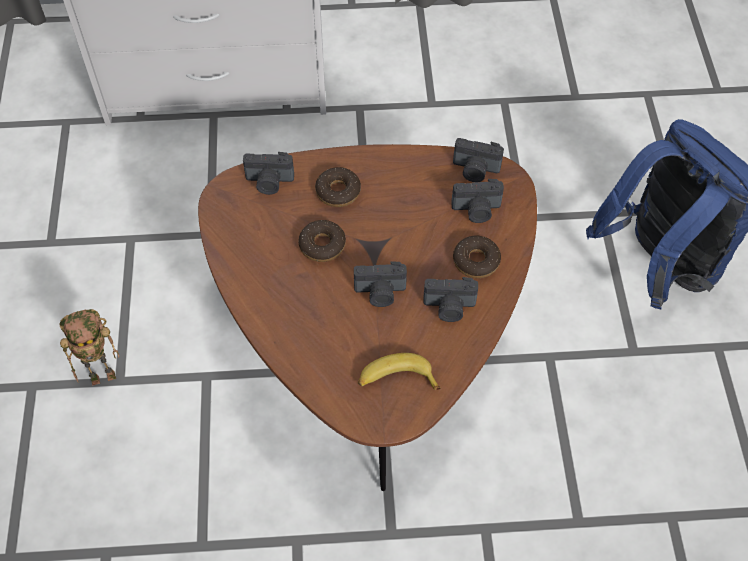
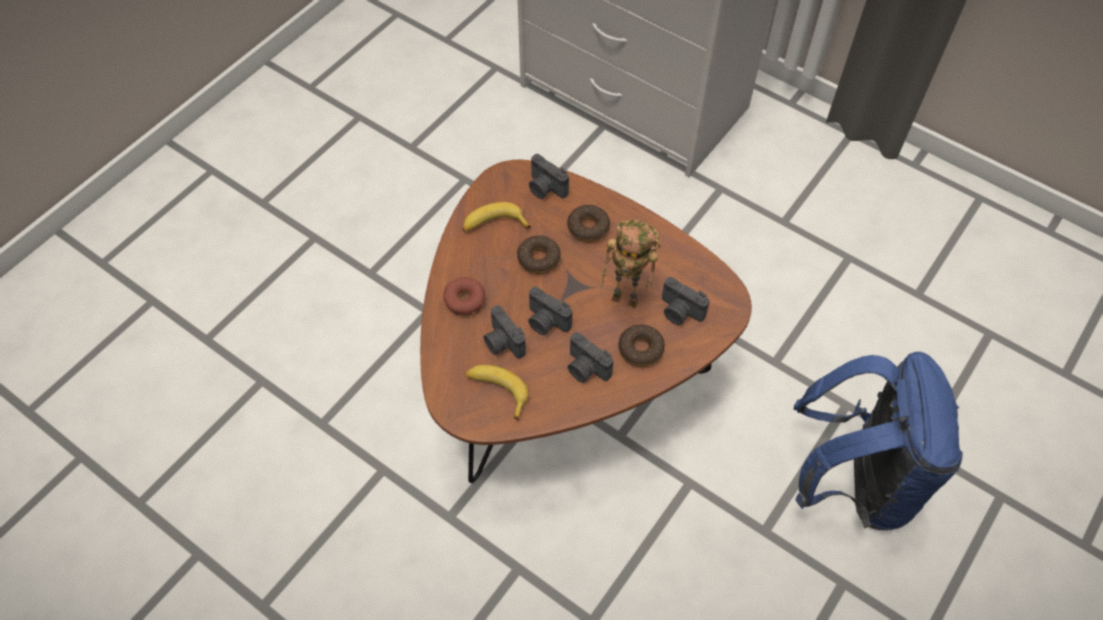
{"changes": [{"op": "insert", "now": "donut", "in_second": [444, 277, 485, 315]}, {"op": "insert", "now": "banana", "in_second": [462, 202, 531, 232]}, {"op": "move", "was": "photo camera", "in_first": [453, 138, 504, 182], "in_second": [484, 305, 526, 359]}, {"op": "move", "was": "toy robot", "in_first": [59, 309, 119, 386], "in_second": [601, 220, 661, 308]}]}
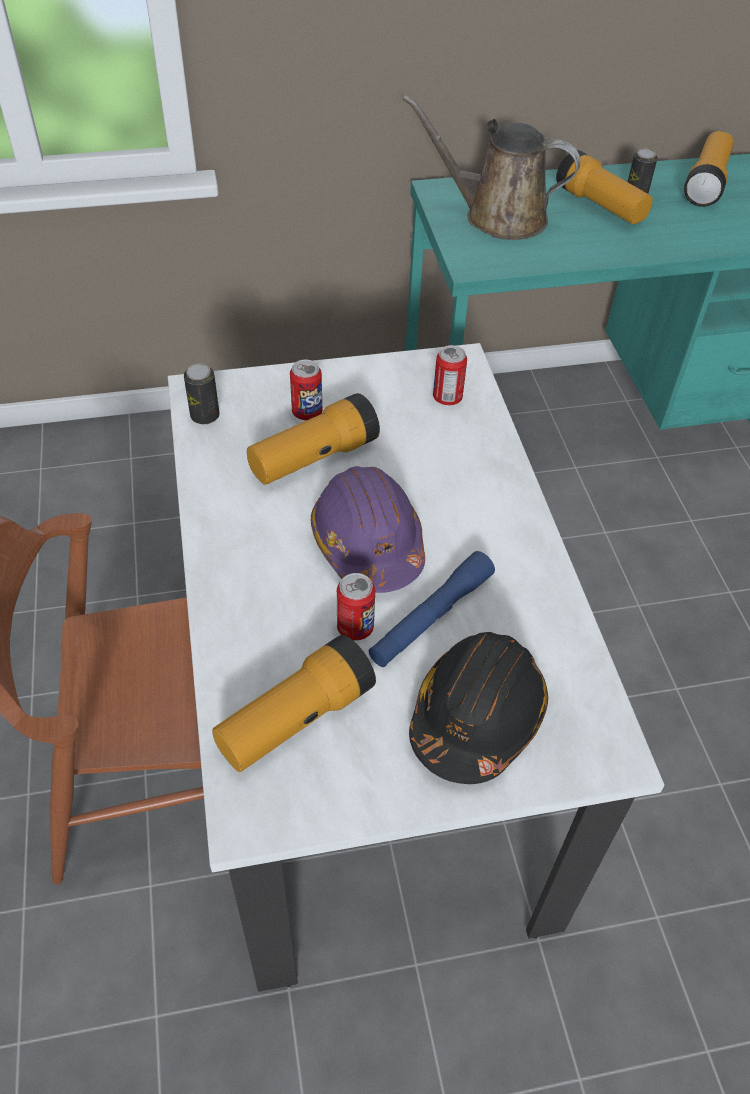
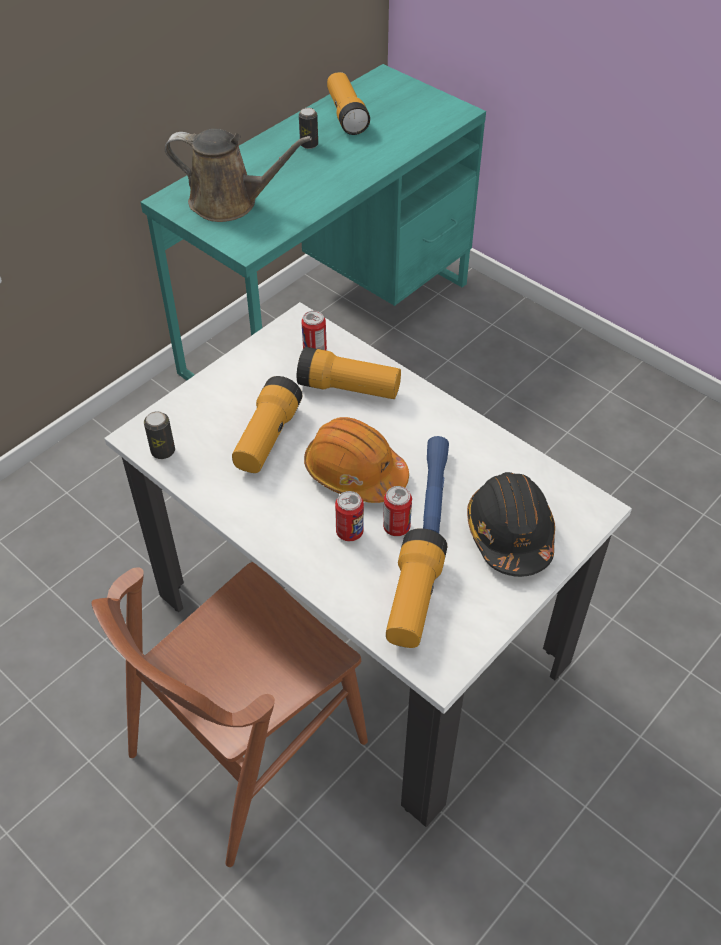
{"changes": [{"op": "rotate", "was": "brown watering can", "in_first": [403, 95, 580, 240], "in_second": [165, 129, 312, 222], "clockwise": -150}, {"op": "move", "was": "flashlight", "in_first": [556, 150, 653, 224], "in_second": [297, 347, 401, 399]}, {"op": "recolor", "was": "purple hard hat", "now": "orange hard hat", "in_first": [311, 466, 425, 593], "in_second": [304, 417, 409, 503]}, {"op": "move", "was": "can", "in_first": [290, 360, 322, 420], "in_second": [335, 491, 364, 541]}]}
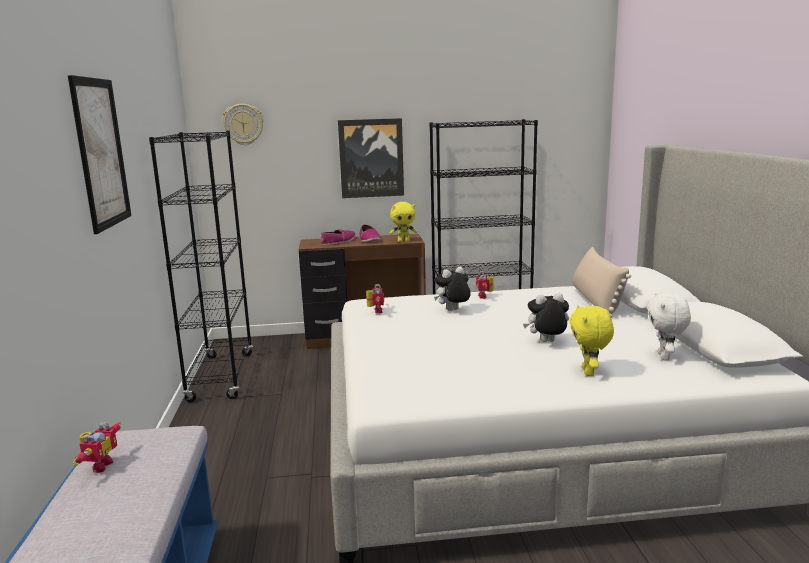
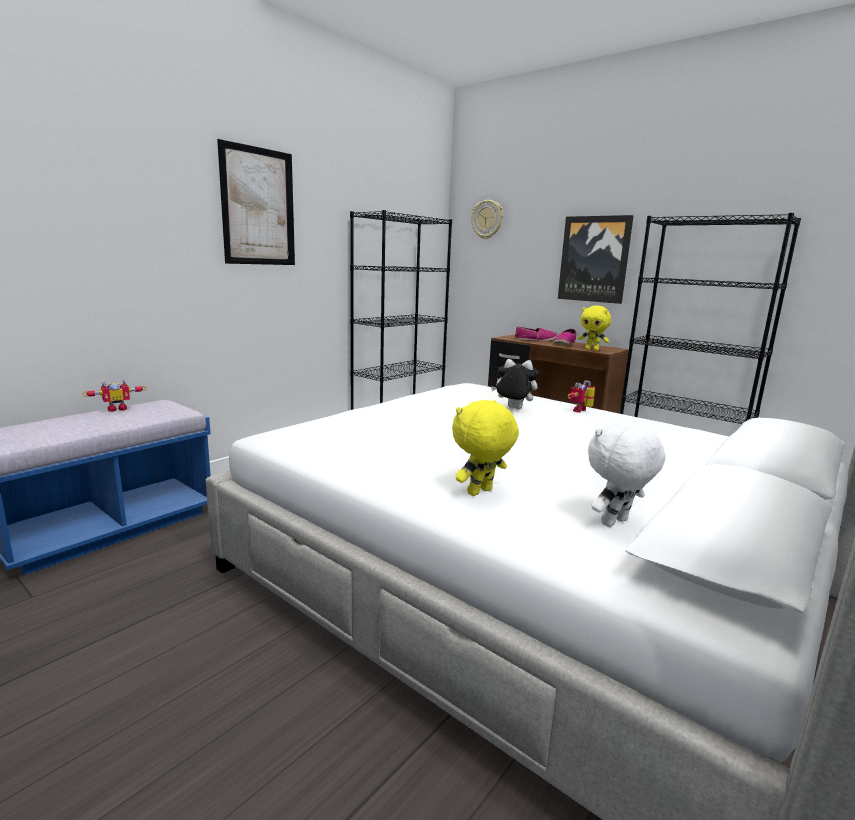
{"changes": [{"op": "delete", "was": "toy robot", "in_first": [366, 284, 384, 314]}, {"op": "delete", "was": "plush toy", "in_first": [523, 293, 569, 342]}, {"op": "delete", "was": "beige pillow", "in_first": [572, 247, 631, 318]}]}
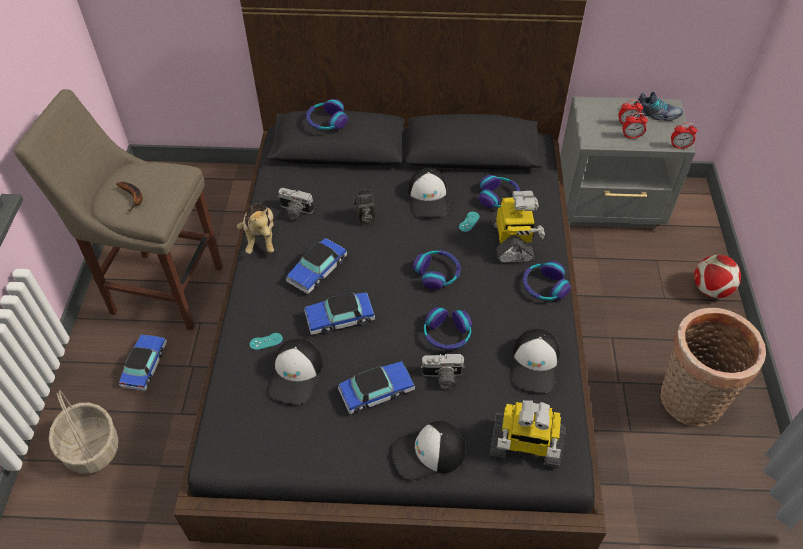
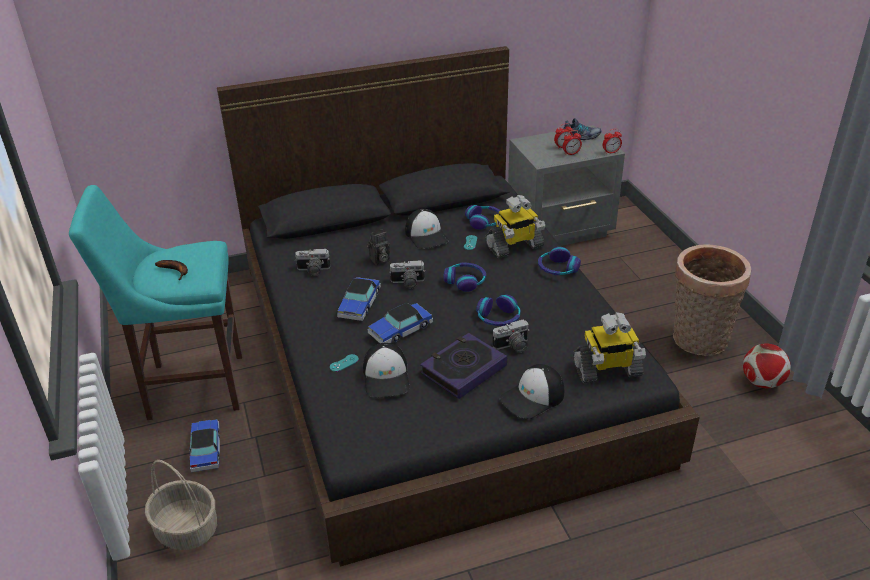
{"changes": [{"op": "recolor", "was": "beige stool", "now": "turquoise stool", "in_first": [14, 89, 223, 330], "in_second": [69, 185, 242, 420]}, {"op": "insert", "now": "photo camera", "in_second": [389, 260, 425, 289]}, {"op": "replace", "was": "toy car", "now": "book", "in_first": [338, 361, 415, 414], "in_second": [420, 333, 507, 399]}, {"op": "rotate", "was": "toy robot", "in_first": [491, 191, 545, 263], "in_second": [485, 195, 545, 258], "clockwise": 90}, {"op": "move", "was": "football", "in_first": [694, 255, 741, 298], "in_second": [743, 343, 791, 388]}, {"op": "delete", "was": "plush toy", "in_first": [237, 203, 274, 254]}, {"op": "delete", "was": "headphones", "in_first": [306, 99, 348, 130]}, {"op": "delete", "was": "cap", "in_first": [510, 329, 560, 393]}]}
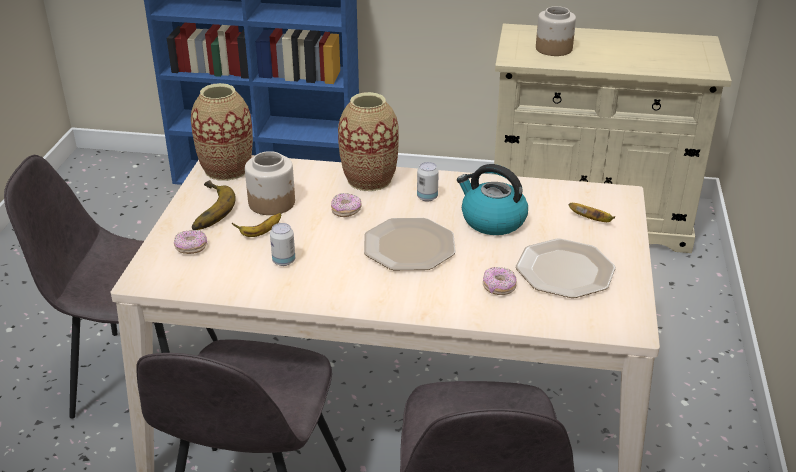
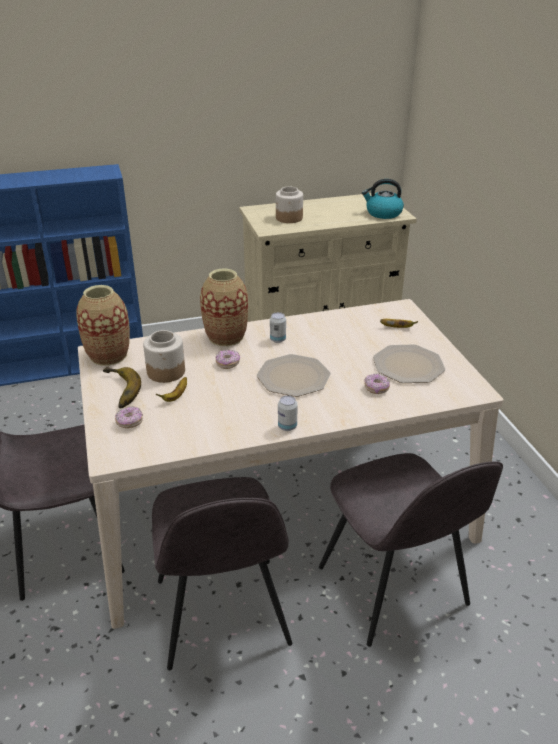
{"changes": [{"op": "move", "was": "can", "in_first": [270, 223, 295, 266], "in_second": [278, 395, 298, 431]}, {"op": "move", "was": "kettle", "in_first": [457, 164, 528, 235], "in_second": [362, 179, 404, 219]}]}
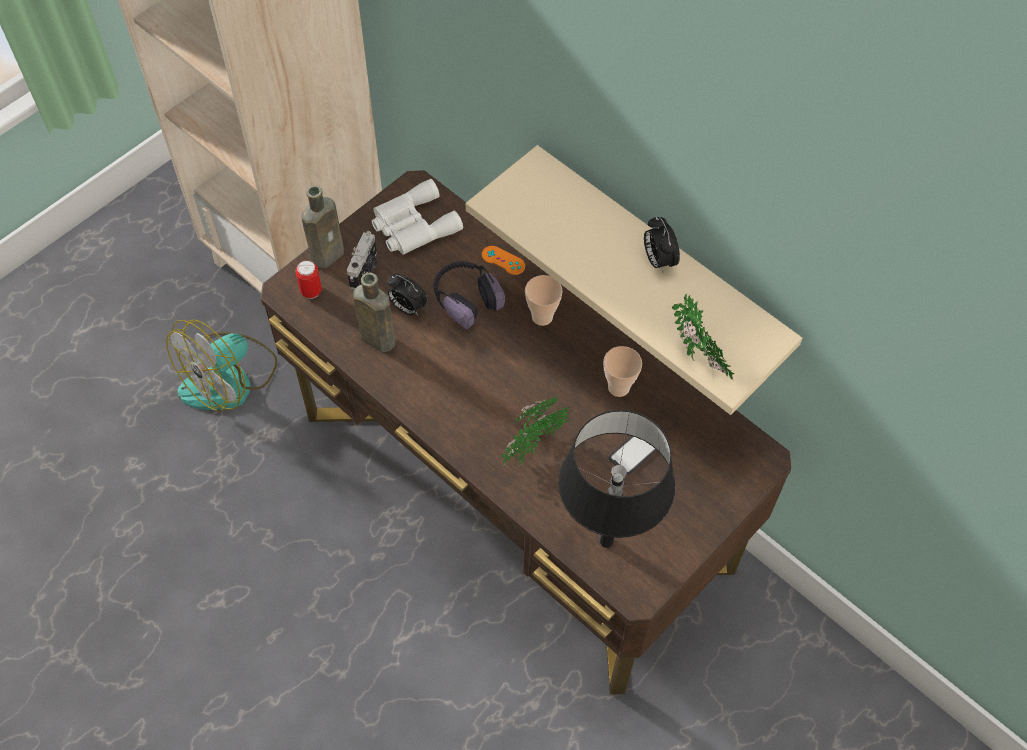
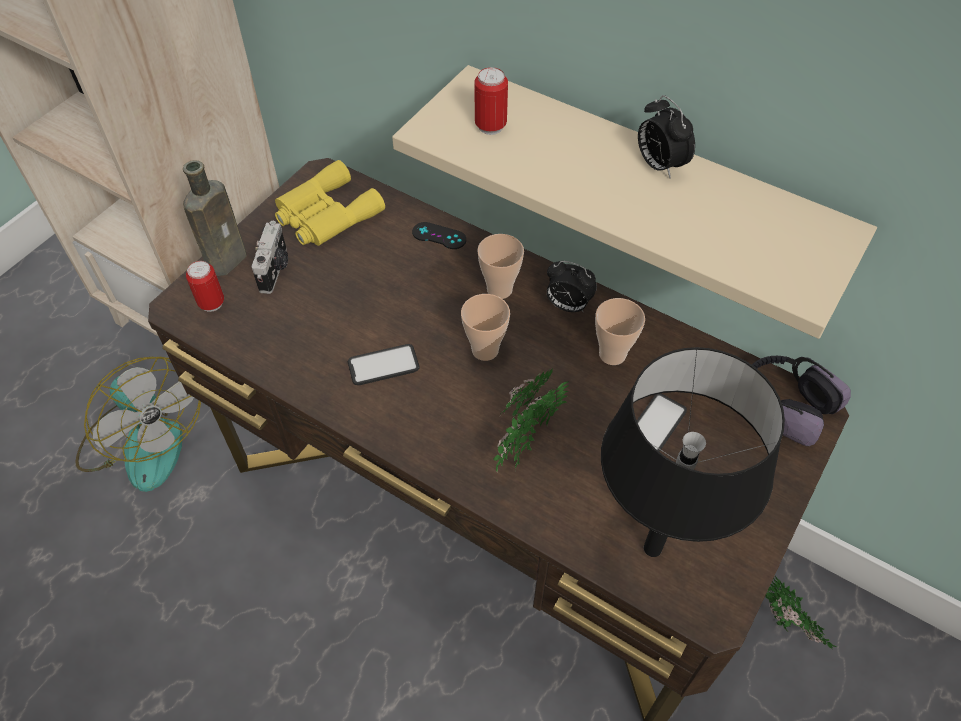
{"changes": [{"op": "rotate", "was": "fan", "in_first": [166, 320, 277, 411], "in_second": [75, 357, 201, 492], "clockwise": -75}, {"op": "recolor", "was": "white binoculars", "now": "yellow binoculars", "in_first": [372, 179, 463, 255], "in_second": [275, 160, 385, 246]}, {"op": "insert", "now": "phone", "in_second": [348, 344, 420, 385]}, {"op": "recolor", "was": "orange game controller", "now": "black game controller", "in_first": [482, 246, 525, 275], "in_second": [412, 222, 466, 249]}, {"op": "insert", "now": "cup", "in_second": [461, 294, 510, 361]}, {"op": "insert", "now": "can", "in_second": [474, 67, 508, 135]}, {"op": "move", "was": "alarm clock", "in_first": [387, 274, 428, 315], "in_second": [547, 261, 597, 313]}, {"op": "move", "was": "headphones", "in_first": [434, 262, 505, 329], "in_second": [752, 356, 851, 446]}, {"op": "move", "was": "potted plant", "in_first": [672, 294, 735, 381], "in_second": [765, 576, 837, 649]}, {"op": "delete", "was": "brown bottle", "in_first": [353, 273, 395, 352]}]}
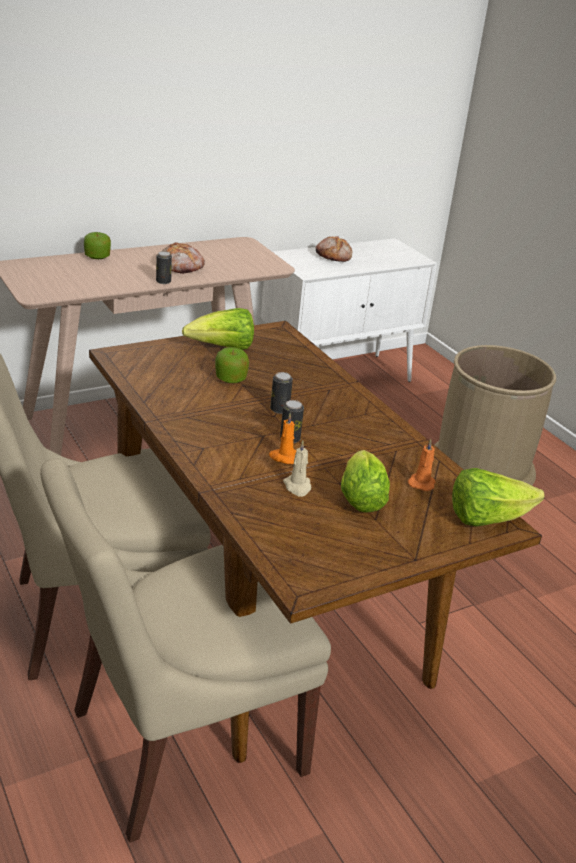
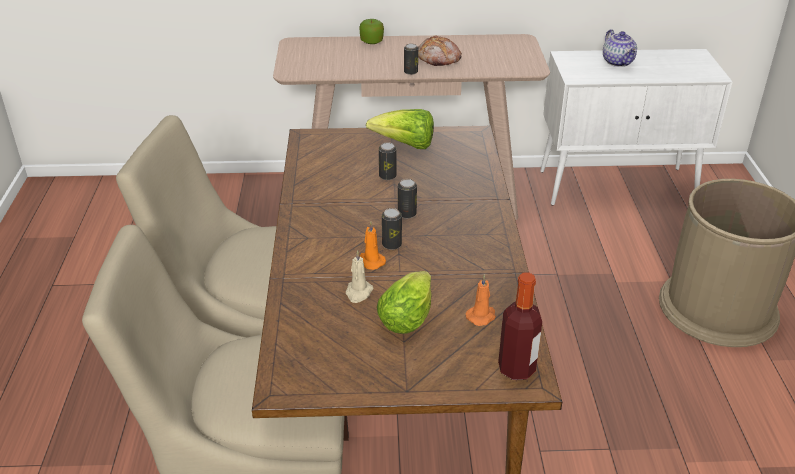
{"changes": [{"op": "replace", "was": "apple", "now": "can", "in_first": [215, 347, 249, 383], "in_second": [379, 143, 397, 180]}, {"op": "replace", "was": "lettuce", "now": "bottle", "in_first": [452, 468, 545, 527], "in_second": [498, 272, 542, 380]}, {"op": "replace", "was": "bread", "now": "teapot", "in_first": [316, 236, 353, 262], "in_second": [603, 29, 637, 67]}]}
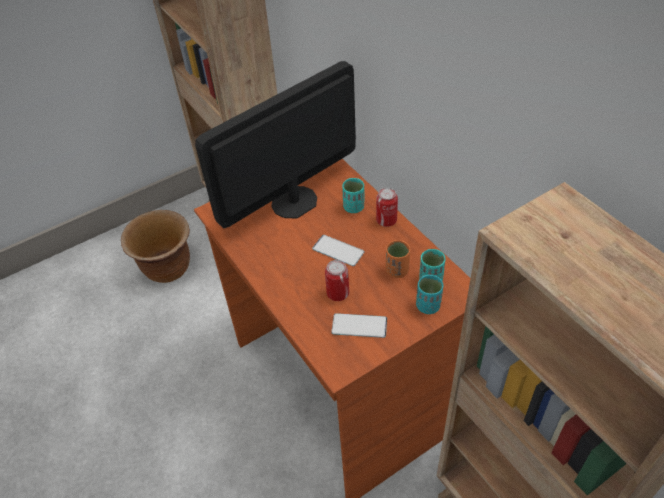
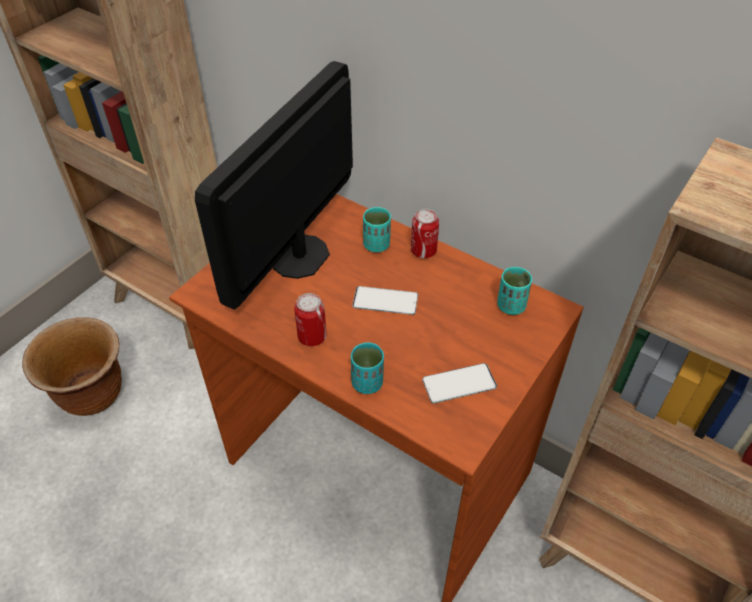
{"changes": [{"op": "move", "was": "can", "in_first": [325, 260, 349, 301], "in_second": [294, 293, 327, 346]}, {"op": "move", "was": "turquoise cup", "in_first": [416, 275, 443, 314], "in_second": [351, 342, 384, 394]}, {"op": "delete", "was": "orange cup", "in_first": [386, 240, 410, 278]}]}
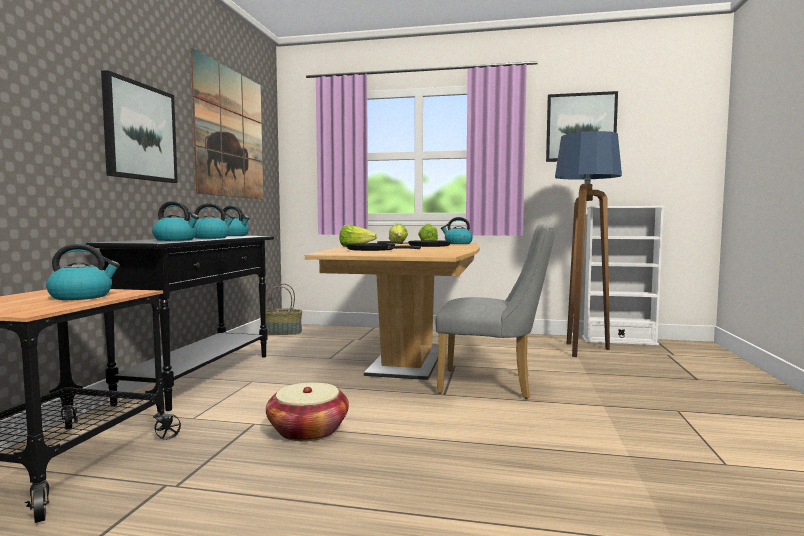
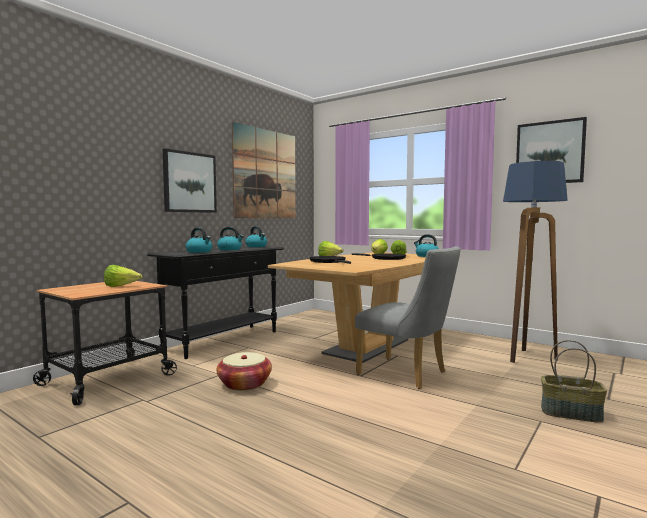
{"changes": [{"op": "replace", "was": "kettle", "now": "lettuce", "in_first": [46, 244, 120, 300], "in_second": [104, 265, 142, 287]}, {"op": "move", "was": "basket", "in_first": [265, 284, 302, 335], "in_second": [541, 340, 607, 423]}, {"op": "delete", "was": "white bookcase", "in_first": [582, 206, 666, 346]}]}
